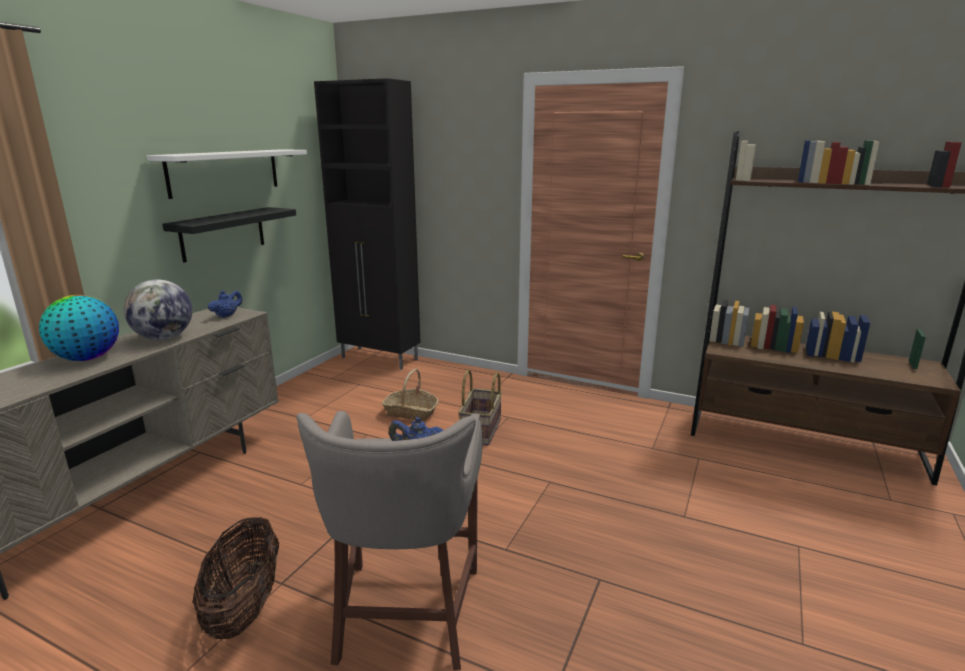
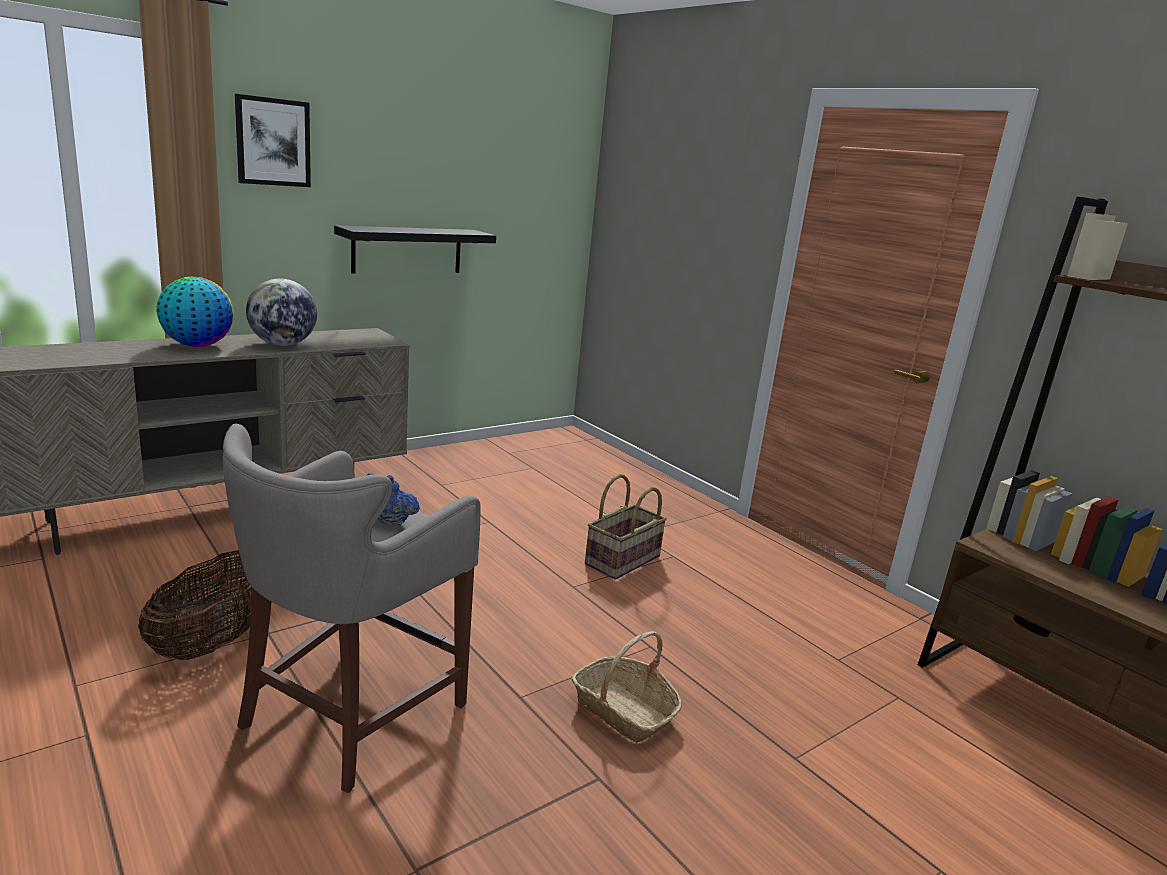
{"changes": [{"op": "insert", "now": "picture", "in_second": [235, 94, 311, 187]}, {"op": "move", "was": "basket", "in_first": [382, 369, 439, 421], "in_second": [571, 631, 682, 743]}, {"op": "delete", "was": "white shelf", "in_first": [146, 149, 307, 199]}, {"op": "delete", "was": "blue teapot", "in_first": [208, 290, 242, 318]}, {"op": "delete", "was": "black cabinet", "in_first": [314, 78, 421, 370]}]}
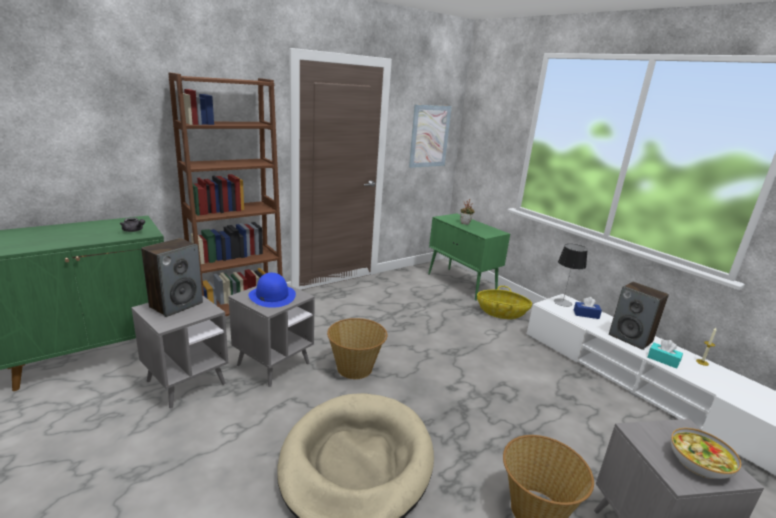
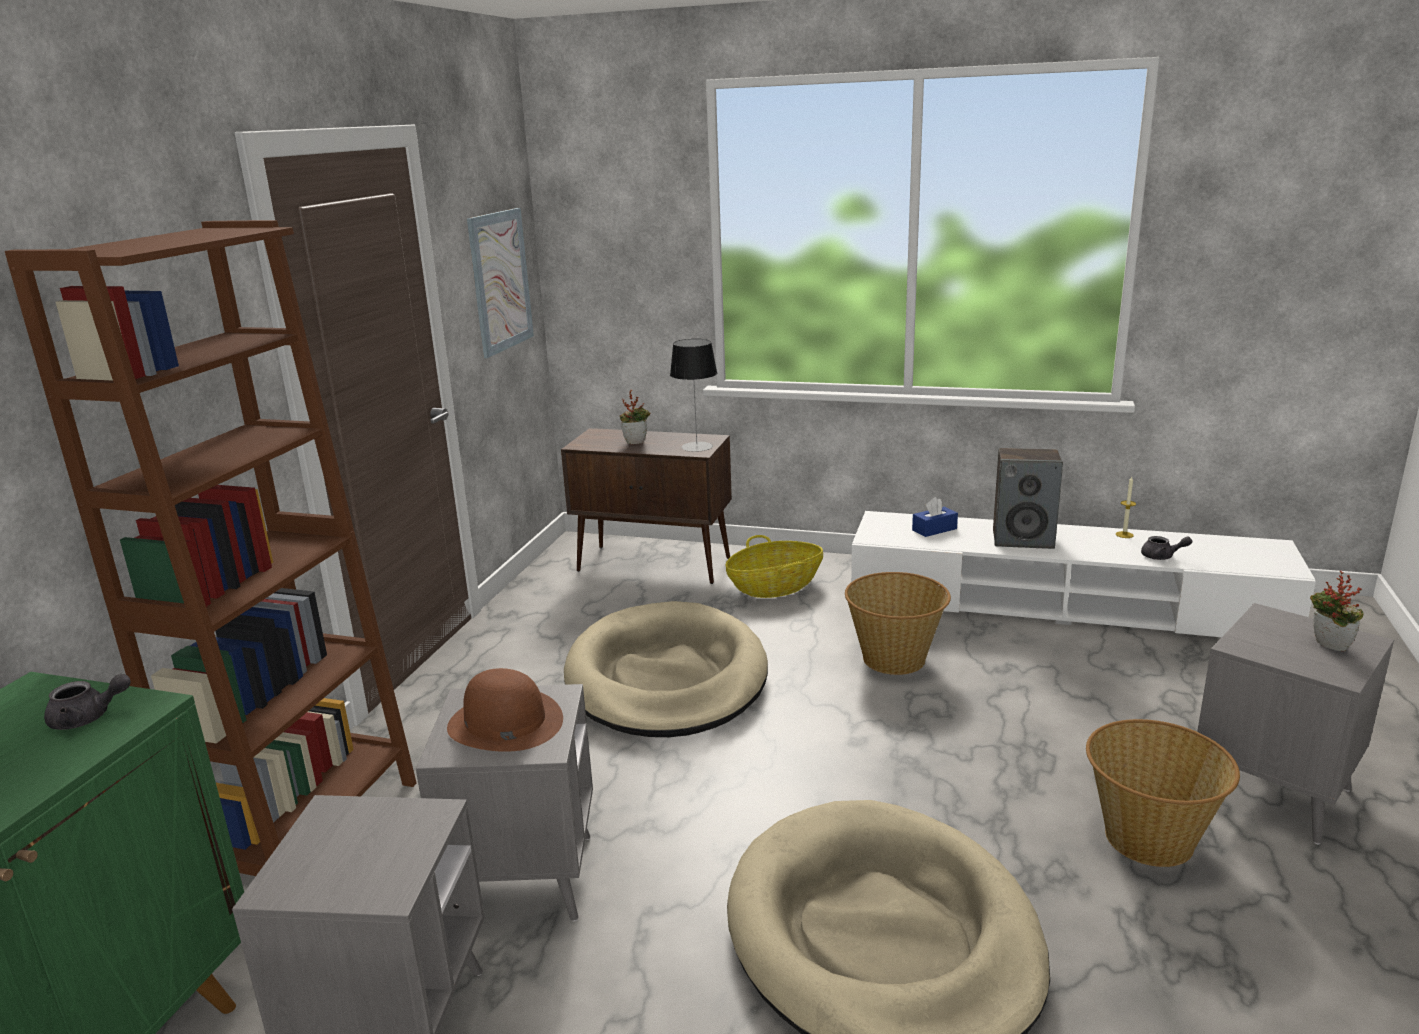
{"changes": [{"op": "recolor", "was": "blue hat", "now": "brown hat", "in_first": [249, 273, 296, 308], "in_second": [447, 668, 563, 752]}, {"op": "recolor", "was": "green cabinet", "now": "brown cabinet", "in_first": [428, 213, 510, 301], "in_second": [561, 428, 732, 584]}, {"op": "insert", "now": "beige dog bed", "in_second": [564, 601, 768, 737]}, {"op": "move", "was": "table lamp", "in_first": [554, 244, 588, 307], "in_second": [670, 339, 717, 452]}, {"op": "move", "was": "basket", "in_first": [327, 318, 387, 379], "in_second": [845, 572, 951, 675]}, {"op": "insert", "now": "grey teapot", "in_second": [1141, 536, 1192, 560]}, {"op": "replace", "was": "bowl", "now": "potted plant", "in_first": [671, 428, 741, 479], "in_second": [1310, 571, 1364, 651]}, {"op": "delete", "was": "speaker", "in_first": [141, 238, 203, 317]}, {"op": "delete", "was": "turquoise tissue box", "in_first": [648, 340, 683, 369]}]}
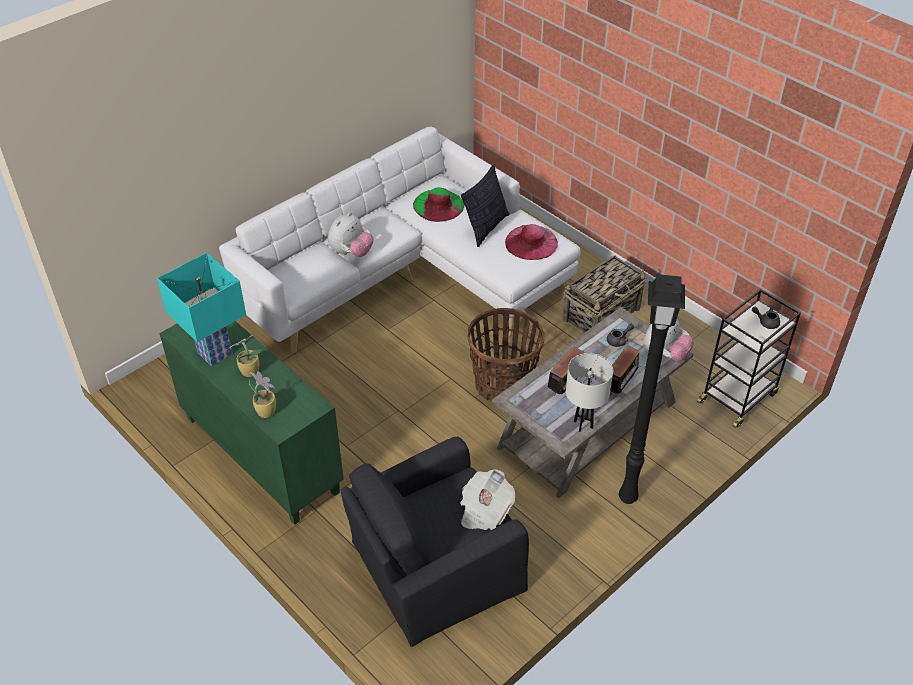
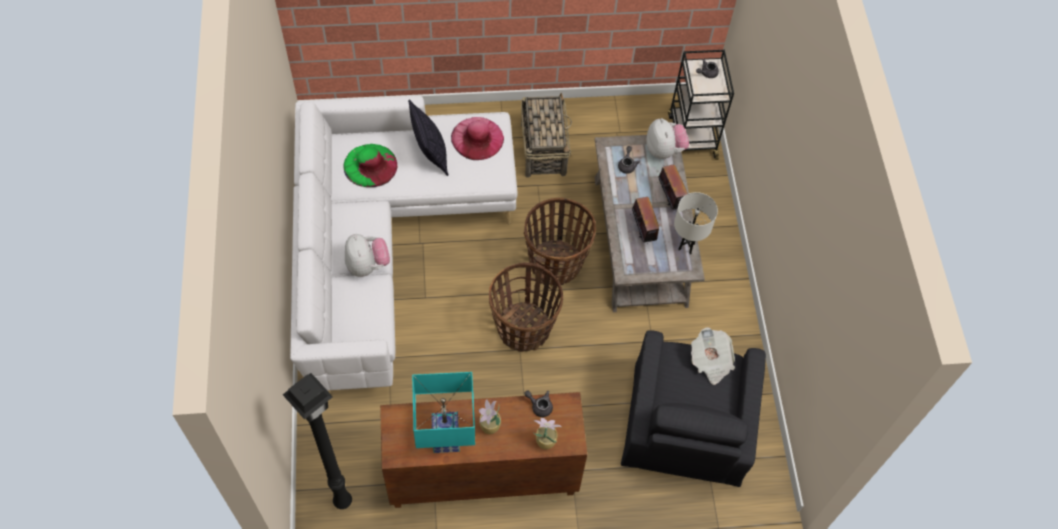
{"changes": [{"op": "move", "was": "black floor lamp", "in_first": [618, 274, 685, 504], "in_second": [283, 373, 352, 509]}, {"op": "recolor", "was": "green cabinet", "now": "brown cabinet", "in_first": [159, 321, 344, 525], "in_second": [380, 392, 587, 508]}, {"op": "insert", "now": "basket", "in_second": [489, 262, 563, 352]}, {"op": "insert", "now": "grey teapot", "in_second": [524, 391, 553, 417]}]}
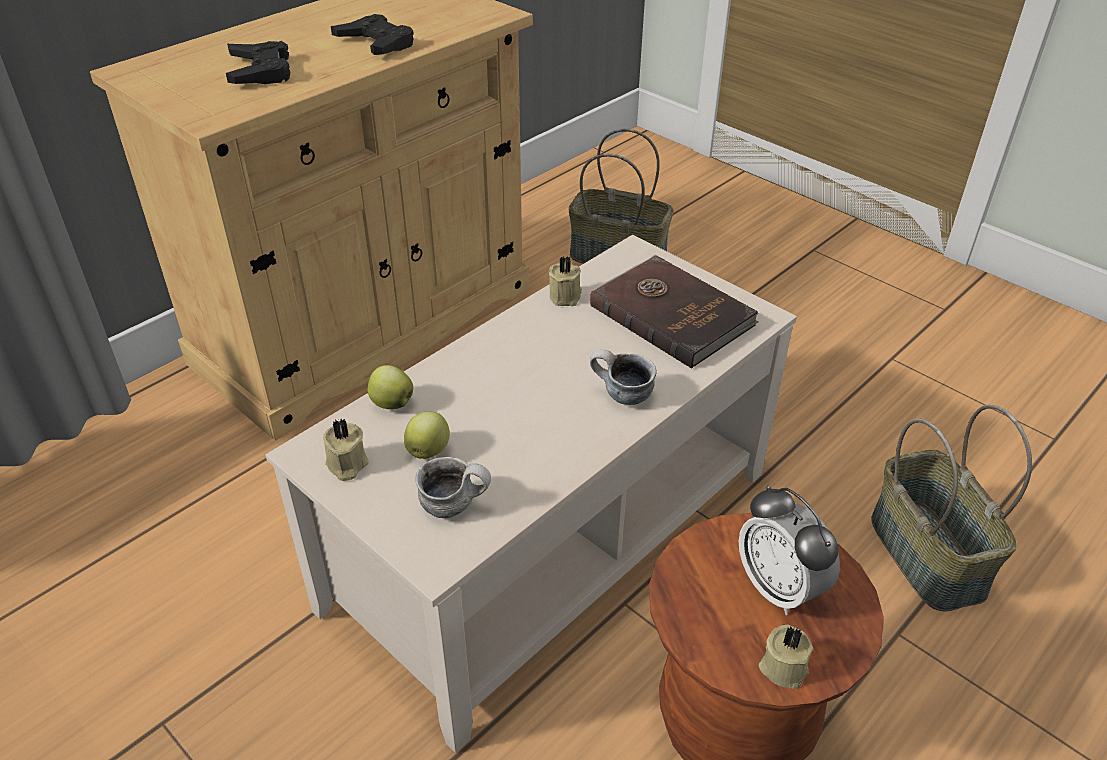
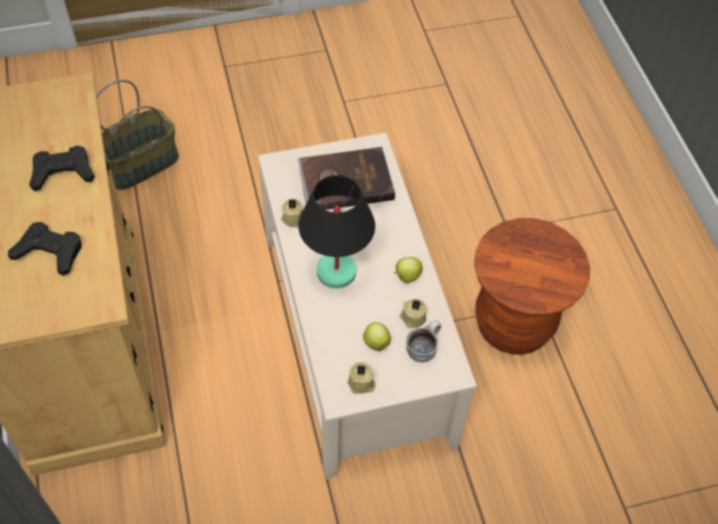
{"changes": [{"op": "insert", "now": "black table lamp", "in_second": [298, 175, 375, 288]}, {"op": "move", "was": "apple", "in_first": [367, 365, 413, 409], "in_second": [394, 257, 423, 283]}, {"op": "move", "was": "beige candle", "in_first": [759, 625, 813, 689], "in_second": [400, 299, 427, 328]}, {"op": "delete", "was": "mug", "in_first": [590, 349, 657, 405]}, {"op": "delete", "was": "alarm clock", "in_first": [739, 485, 840, 615]}, {"op": "delete", "was": "basket", "in_first": [871, 404, 1032, 612]}]}
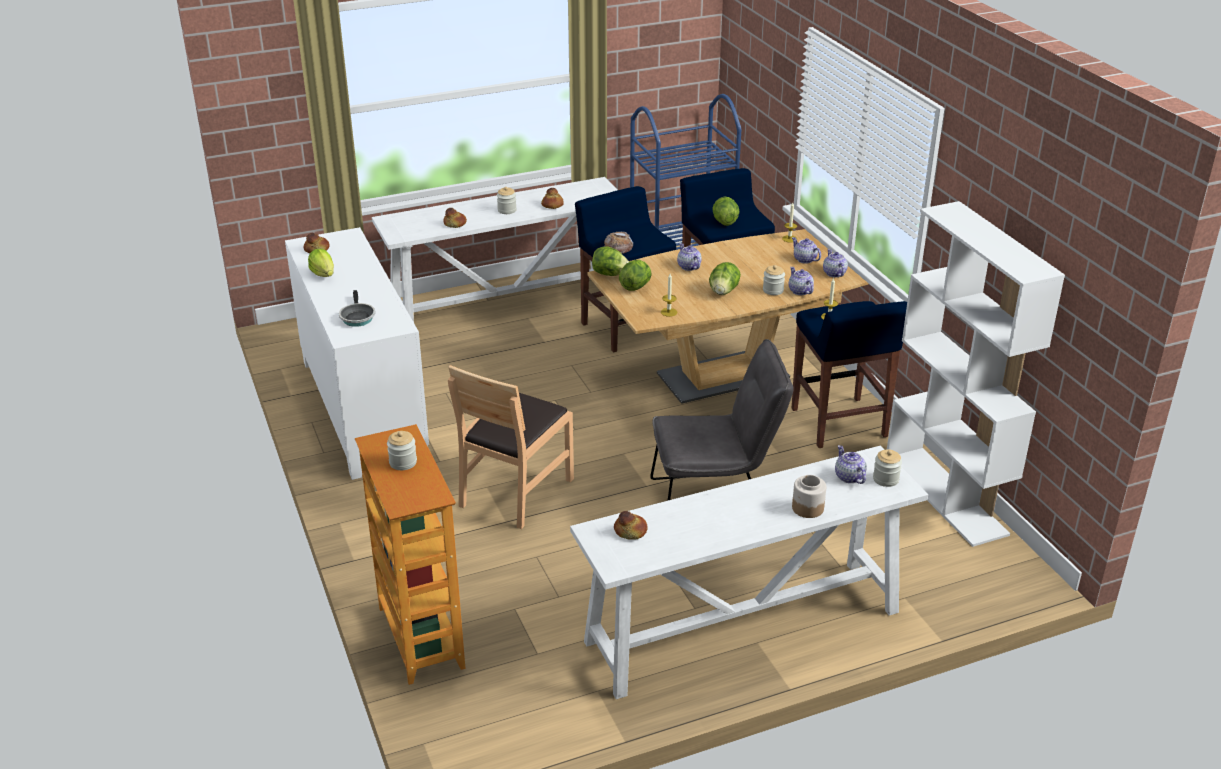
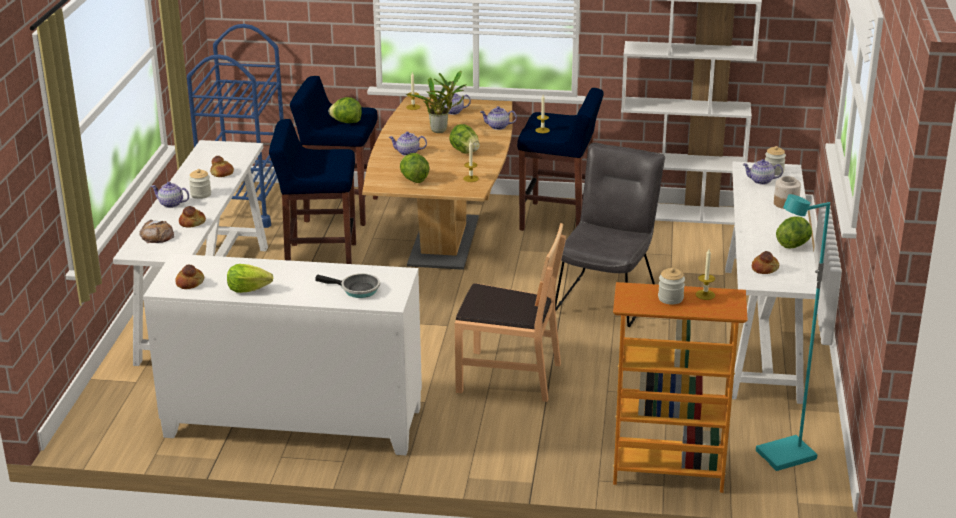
{"changes": [{"op": "move", "was": "bread", "in_first": [604, 232, 633, 254], "in_second": [139, 220, 174, 243]}, {"op": "move", "was": "teapot", "in_first": [823, 249, 848, 277], "in_second": [151, 182, 189, 208]}, {"op": "insert", "now": "potted plant", "in_second": [406, 71, 467, 133]}, {"op": "rotate", "was": "brown chair", "in_first": [448, 365, 574, 529], "in_second": [455, 223, 566, 402], "clockwise": -45}, {"op": "insert", "now": "candle", "in_second": [696, 249, 715, 300]}, {"op": "insert", "now": "turquoise floor lamp", "in_second": [756, 194, 830, 471]}, {"op": "move", "was": "lettuce", "in_first": [592, 246, 629, 276], "in_second": [776, 216, 812, 248]}, {"op": "delete", "was": "jar", "in_first": [763, 265, 785, 295]}]}
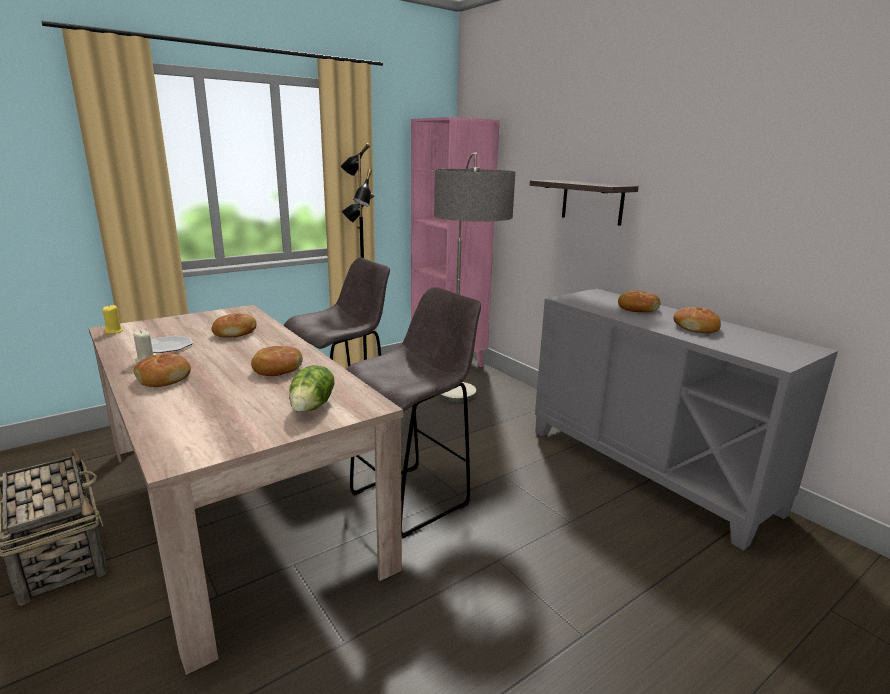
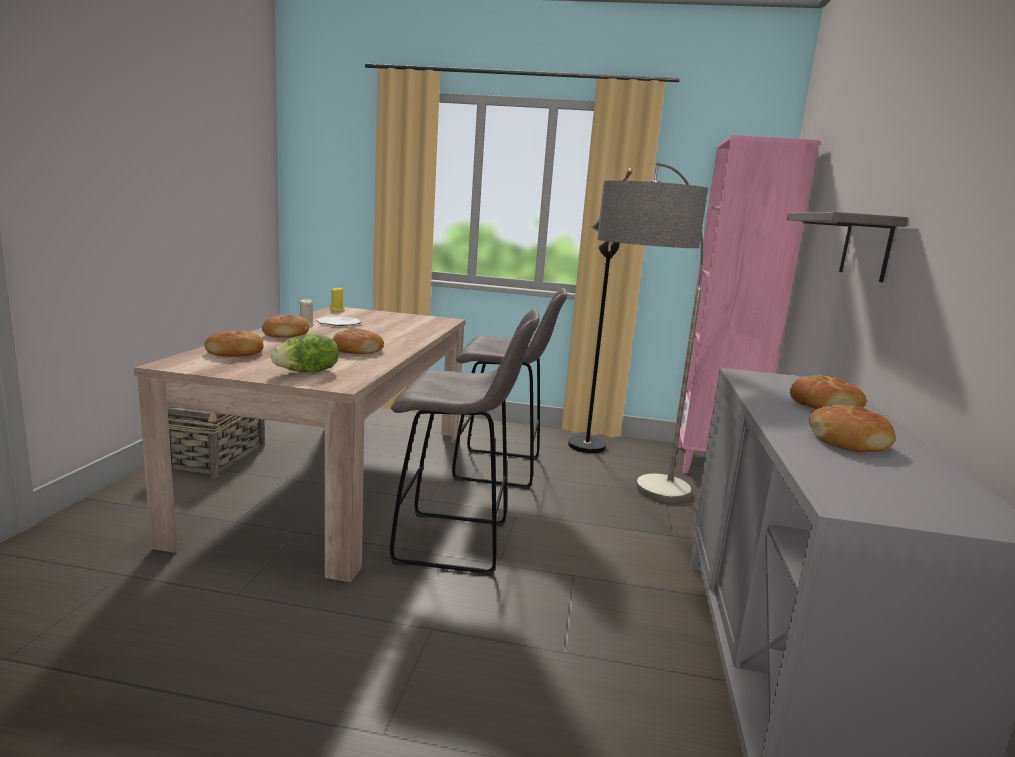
{"changes": [{"op": "move", "was": "bread", "in_first": [211, 313, 257, 337], "in_second": [204, 330, 264, 357]}]}
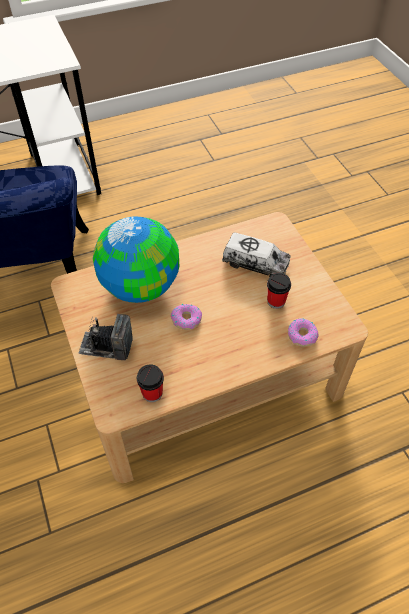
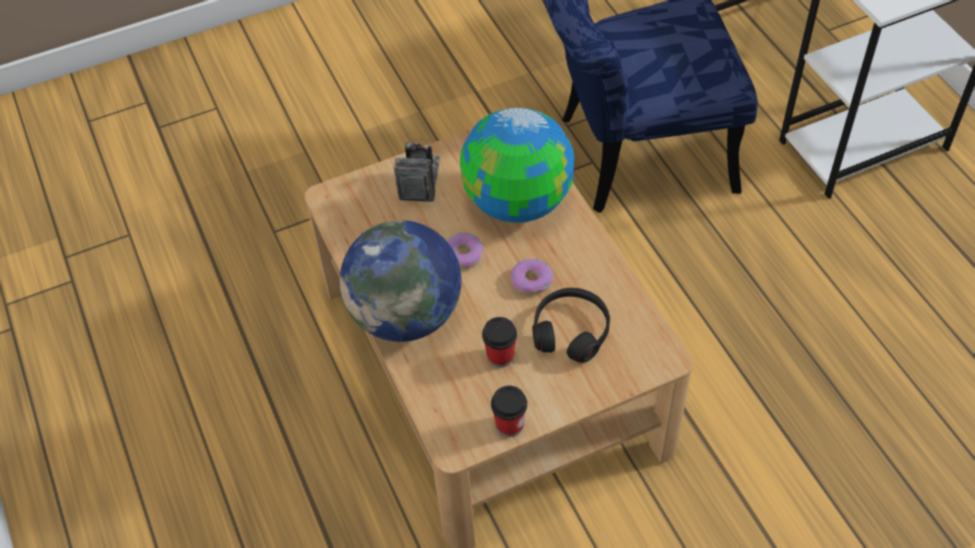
{"changes": [{"op": "insert", "now": "globe", "in_second": [340, 220, 461, 342]}, {"op": "move", "was": "cup", "in_first": [136, 364, 164, 402], "in_second": [491, 386, 527, 437]}, {"op": "move", "was": "donut", "in_first": [288, 318, 319, 347], "in_second": [510, 259, 553, 295]}, {"op": "replace", "was": "toy truck", "now": "black headphones", "in_first": [222, 232, 291, 277], "in_second": [532, 288, 610, 363]}]}
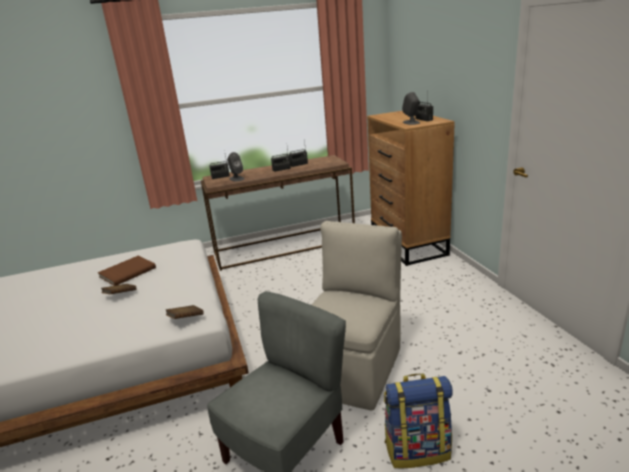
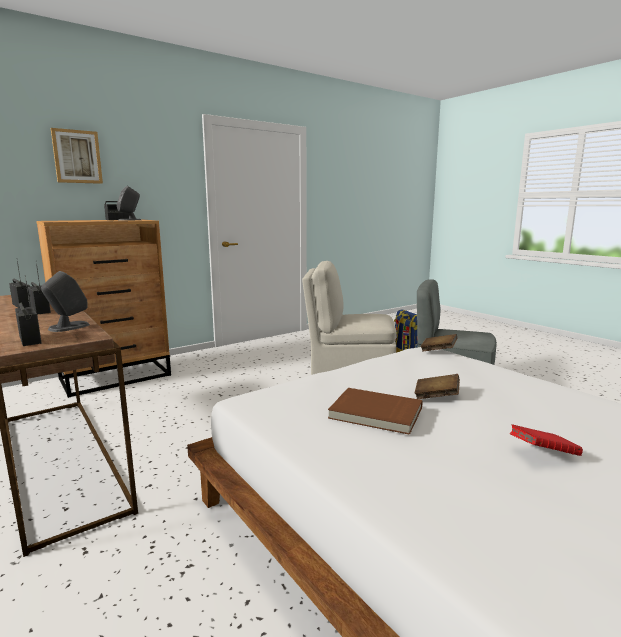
{"changes": [{"op": "insert", "now": "picture", "in_second": [51, 128, 103, 184]}, {"op": "insert", "now": "red book", "in_second": [510, 424, 583, 456]}]}
